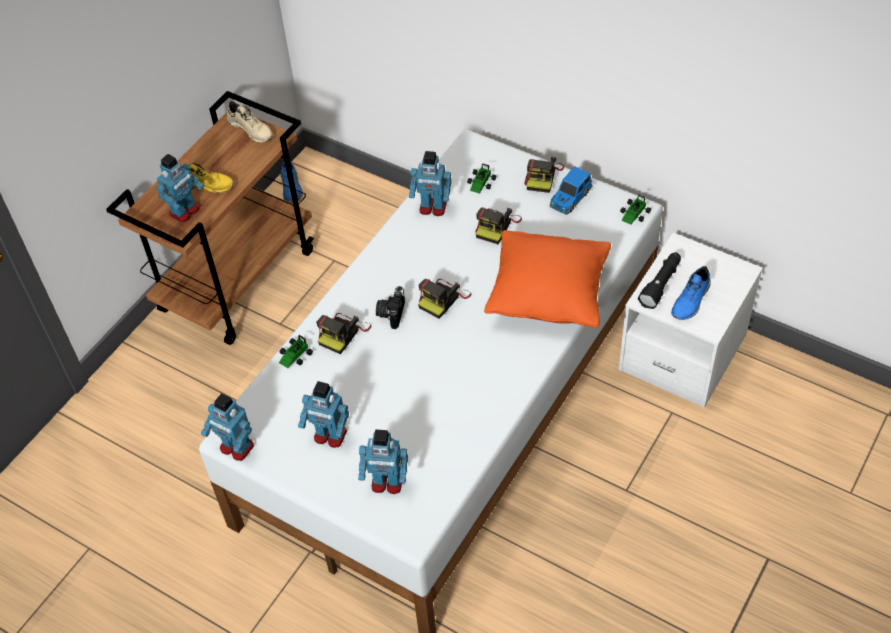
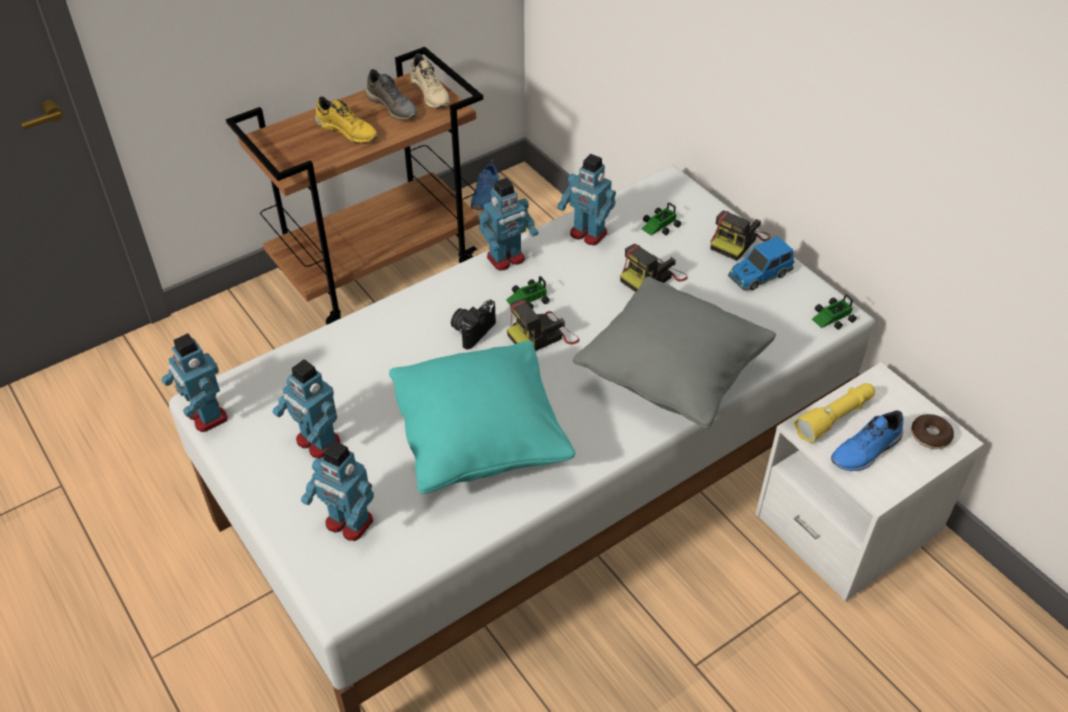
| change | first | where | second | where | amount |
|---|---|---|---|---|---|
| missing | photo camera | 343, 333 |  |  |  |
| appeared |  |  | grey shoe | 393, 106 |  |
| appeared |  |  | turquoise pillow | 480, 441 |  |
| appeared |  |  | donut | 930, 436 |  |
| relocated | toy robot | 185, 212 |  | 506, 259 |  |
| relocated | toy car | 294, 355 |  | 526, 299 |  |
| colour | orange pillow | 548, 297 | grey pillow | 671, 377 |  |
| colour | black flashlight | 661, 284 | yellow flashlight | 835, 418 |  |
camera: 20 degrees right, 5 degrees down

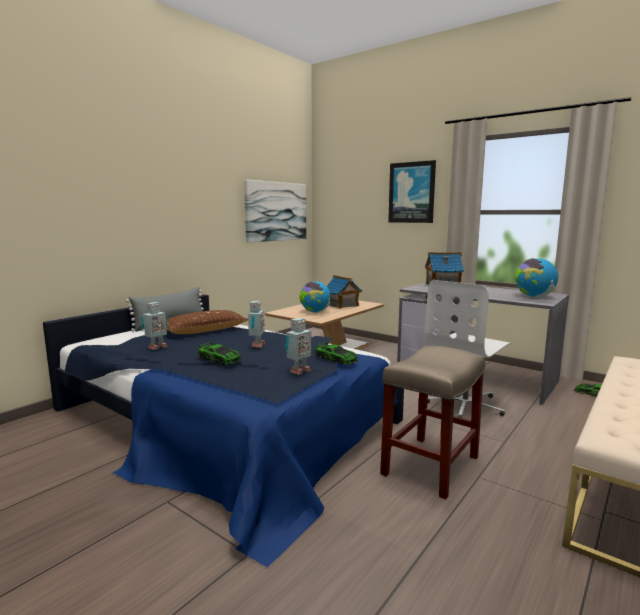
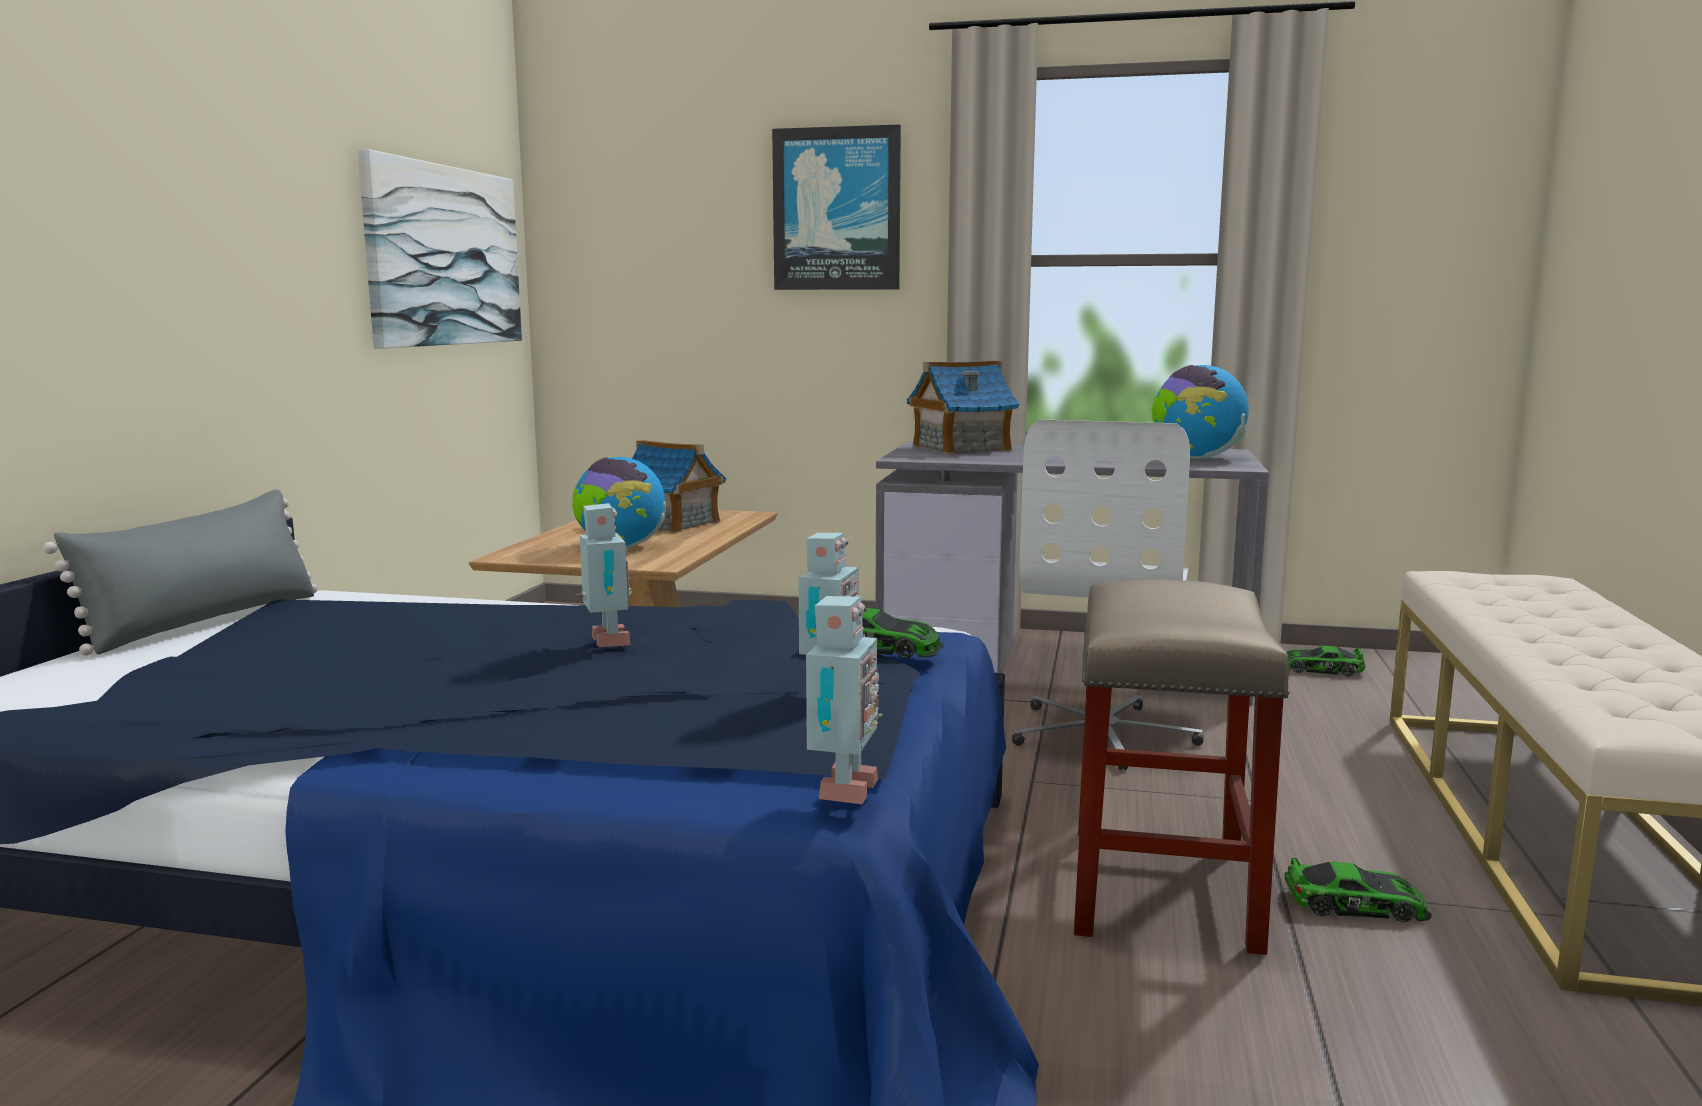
| change | first | where | second | where | amount |
|---|---|---|---|---|---|
| missing | brown pillow | 204, 331 |  |  |  |
| relocated | toy robot | 156, 347 |  | 841, 791 |  |
| relocated | toy car | 219, 359 |  | 1355, 904 |  |
camera: 25 degrees left, 0 degrees up

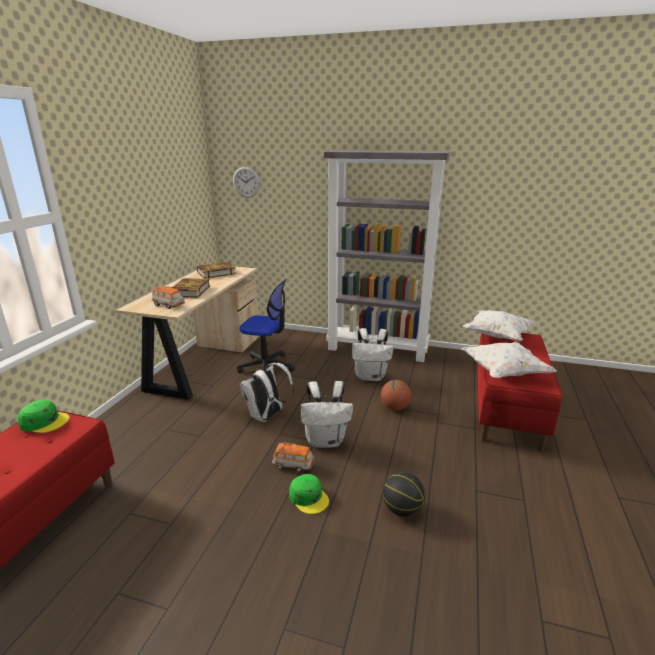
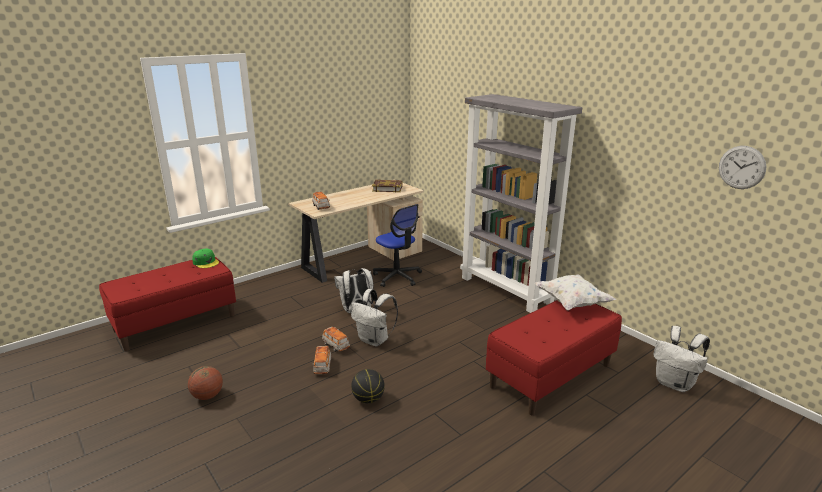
| change | first | where | second | where | amount |
|---|---|---|---|---|---|
| missing | book | 190, 291 |  |  |  |
| missing | white pillow | 504, 372 |  |  |  |
| relocated | wall clock | 246, 182 |  | 741, 167 |  |
| relocated | white backpack | 371, 376 |  | 675, 384 |  |
| relocated | basketball | 395, 407 |  | 207, 396 |  |
| exchanged | green cap | 309, 497 | toy car | 322, 367 |  |
camera: 35 degrees right, 0 degrees up

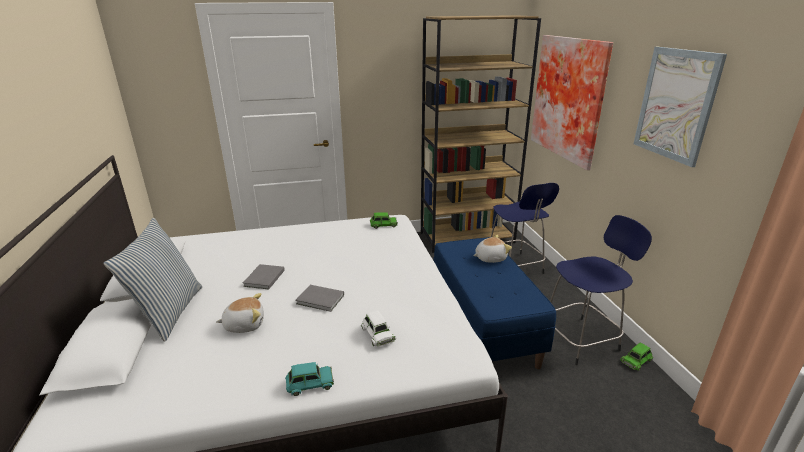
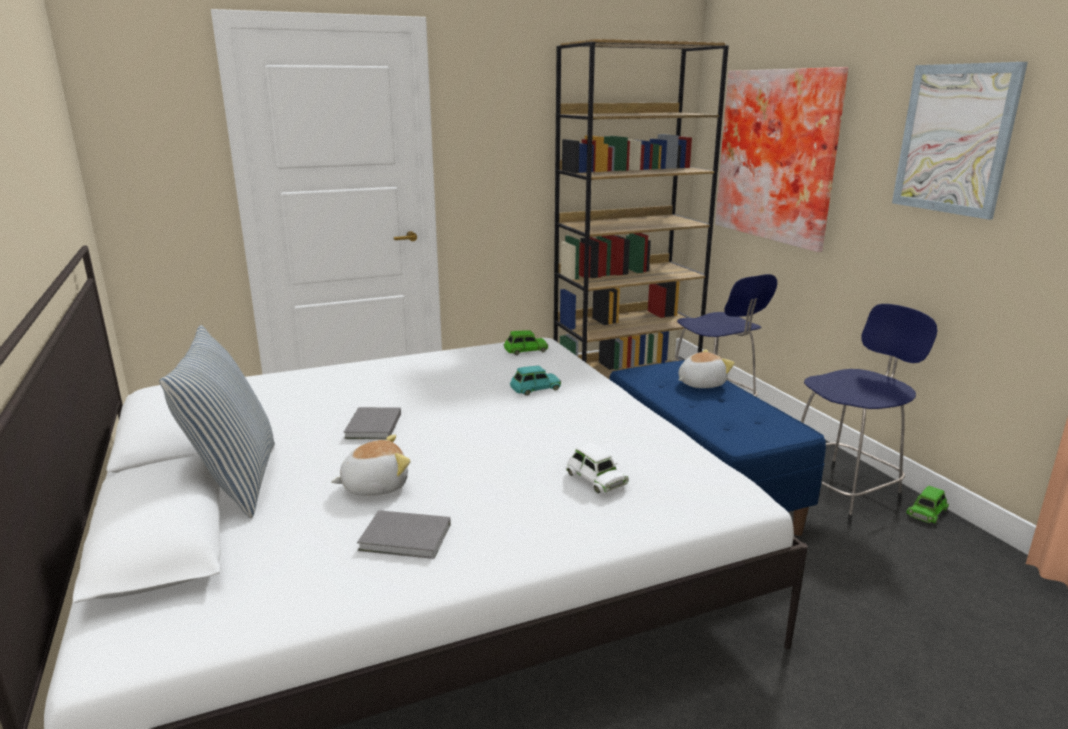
| change | first | where | second | where | amount |
|---|---|---|---|---|---|
| relocated | turquoise toy car | 309, 383 |  | 535, 388 |  |
| relocated | grey book | 321, 300 |  | 407, 538 |  |
camera: 10 degrees left, 5 degrees down

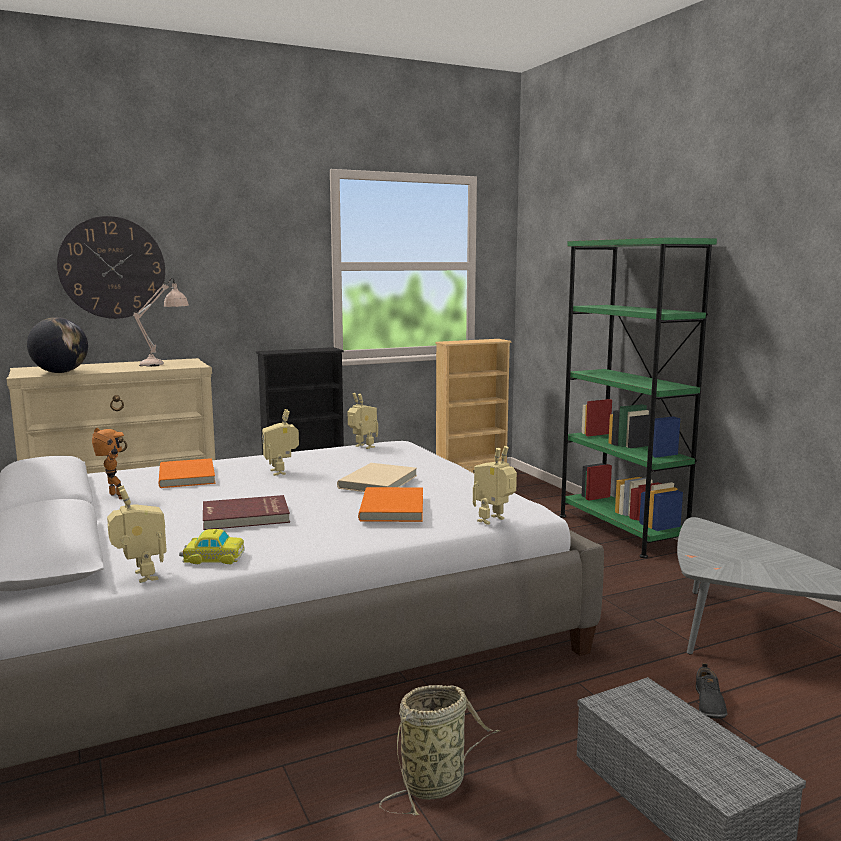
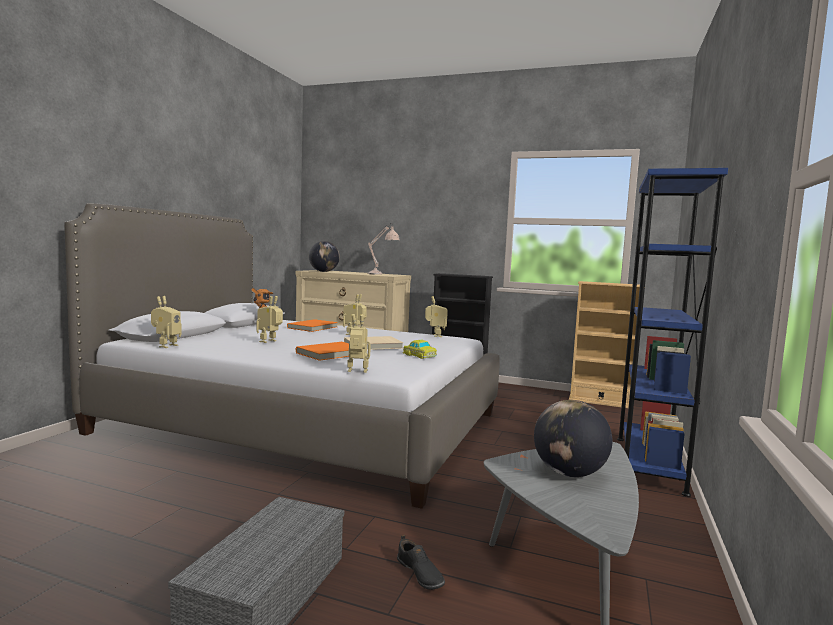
| change | first | where | second | where | amount |
|---|---|---|---|---|---|
| missing | wall clock | 112, 268 |  |  |  |
| missing | basket | 436, 783 |  |  |  |
| appeared |  |  | globe | 569, 473 |  |
| relocated | toy car | 212, 558 |  | 419, 355 |  |
| exchanged | red book | 245, 517 | toy robot | 270, 341 |  |
| colour | green bookcase | 621, 531 | blue bookcase | 649, 463 |  |
| spun | black shoe | 708, 704 |  | 419, 574 | 90 degrees counterclockwise |
camera: 45 degrees right, 5 degrees down

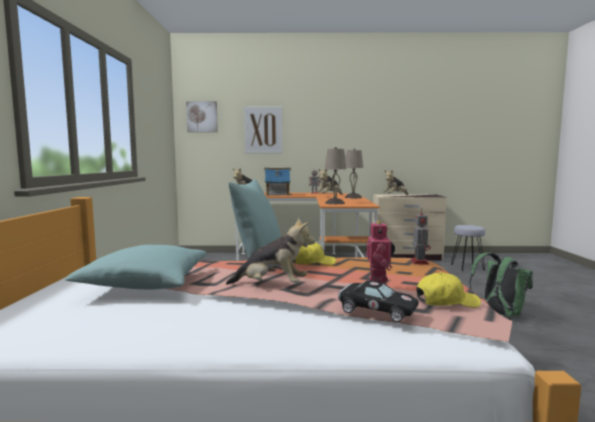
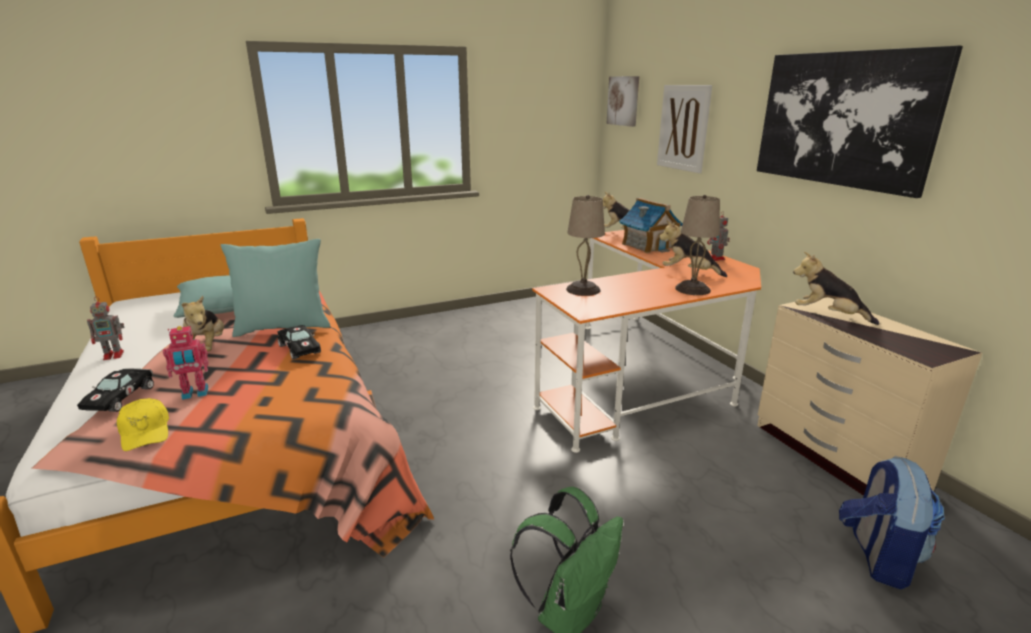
| change | first | where | second | where | amount |
|---|---|---|---|---|---|
| appeared |  |  | picture | 843, 119 |  |
| relocated | toy robot | 419, 262 |  | 115, 355 |  |
| exchanged | yellow cap | 312, 262 | black toy car | 299, 348 |  |
| exchanged | grey stool | 467, 267 | backpack | 877, 557 |  |
camera: 65 degrees right, 15 degrees up

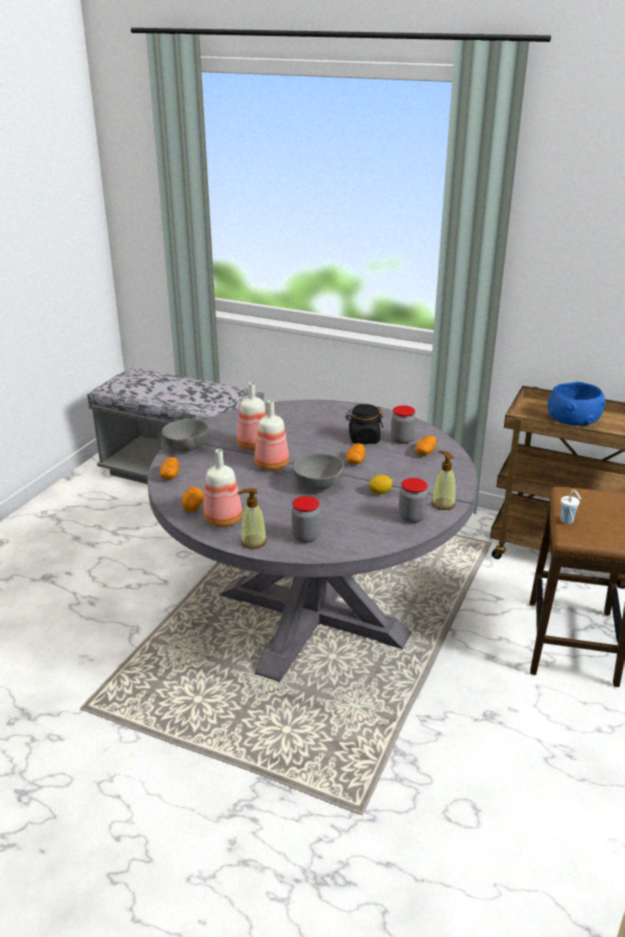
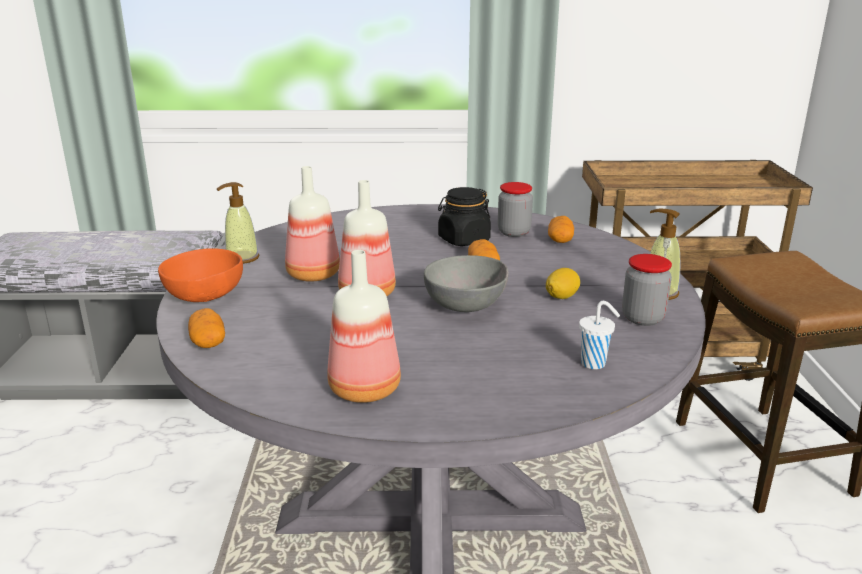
| change | first | where | second | where | amount |
|---|---|---|---|---|---|
| missing | potato | 193, 507 |  |  |  |
| missing | jar | 305, 537 |  |  |  |
| missing | blue bowl | 573, 419 |  |  |  |
| relocated | soap dispenser | 253, 542 |  | 242, 258 |  |
| relocated | white cup | 567, 521 |  | 594, 364 |  |
| colour | grey bowl | 186, 448 | orange bowl | 204, 298 |  |
camera: 25 degrees left, 5 degrees down

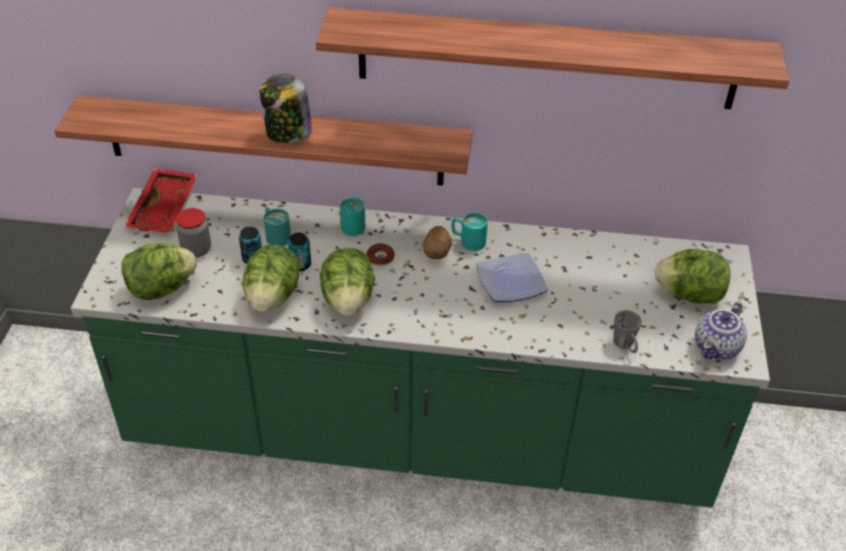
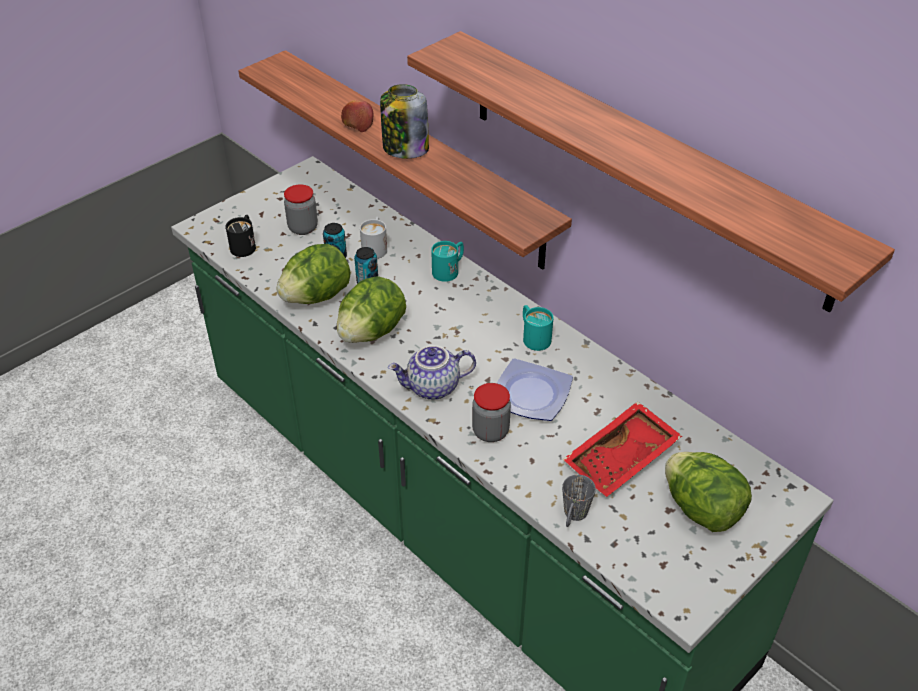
| change | first | where | second | where | amount |
|---|---|---|---|---|---|
| missing | donut | 380, 258 |  |  |  |
| missing | potato | 437, 252 |  |  |  |
| appeared |  |  | apple | 357, 123 |  |
| appeared |  |  | jar | 490, 431 |  |
| relocated | red tray | 165, 209 |  | 622, 459 |  |
| relocated | teapot | 717, 348 |  | 432, 388 |  |
| exchanged | lettuce | 161, 288 | black mug | 245, 245 |  |
| colour | turquoise mug | 276, 235 | white mug | 375, 247 |  |
camera: 40 degrees right, 0 degrees up

